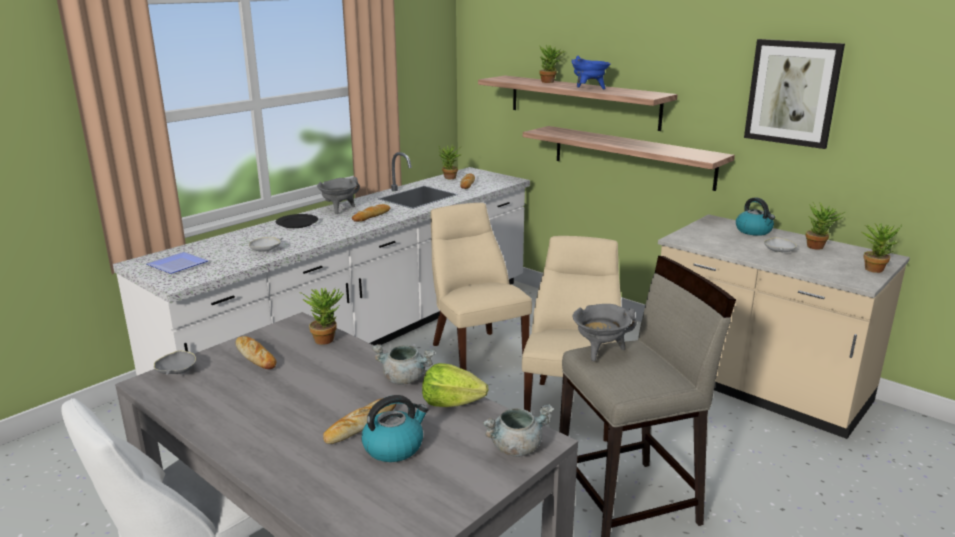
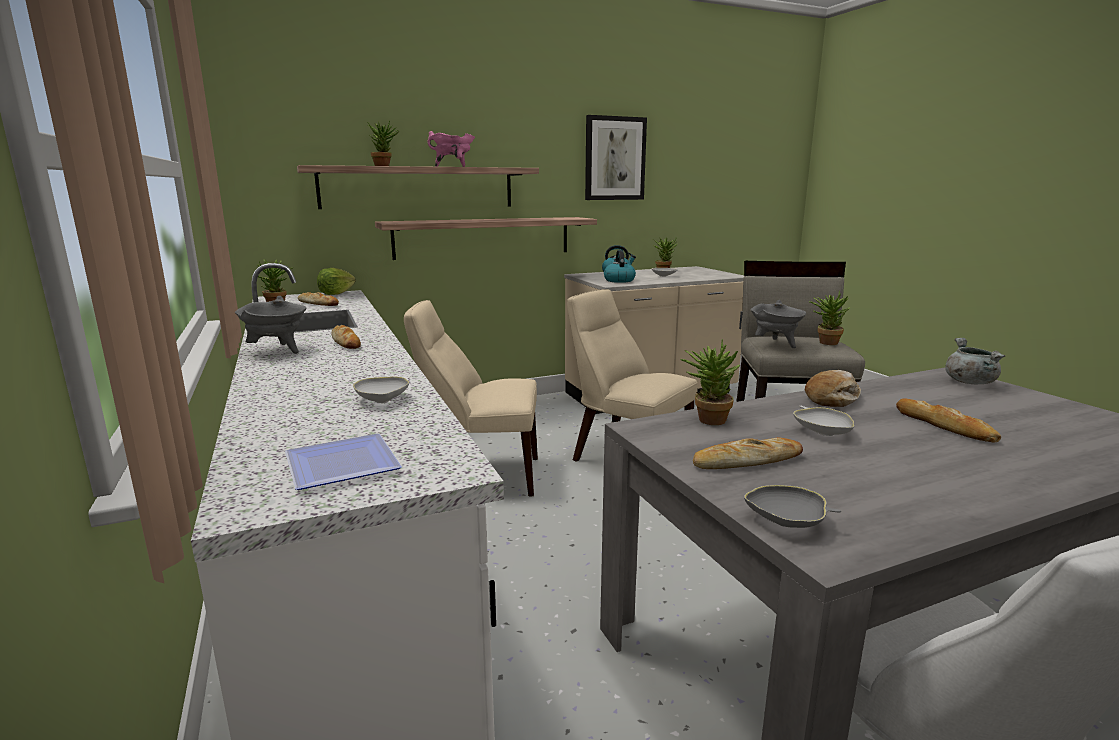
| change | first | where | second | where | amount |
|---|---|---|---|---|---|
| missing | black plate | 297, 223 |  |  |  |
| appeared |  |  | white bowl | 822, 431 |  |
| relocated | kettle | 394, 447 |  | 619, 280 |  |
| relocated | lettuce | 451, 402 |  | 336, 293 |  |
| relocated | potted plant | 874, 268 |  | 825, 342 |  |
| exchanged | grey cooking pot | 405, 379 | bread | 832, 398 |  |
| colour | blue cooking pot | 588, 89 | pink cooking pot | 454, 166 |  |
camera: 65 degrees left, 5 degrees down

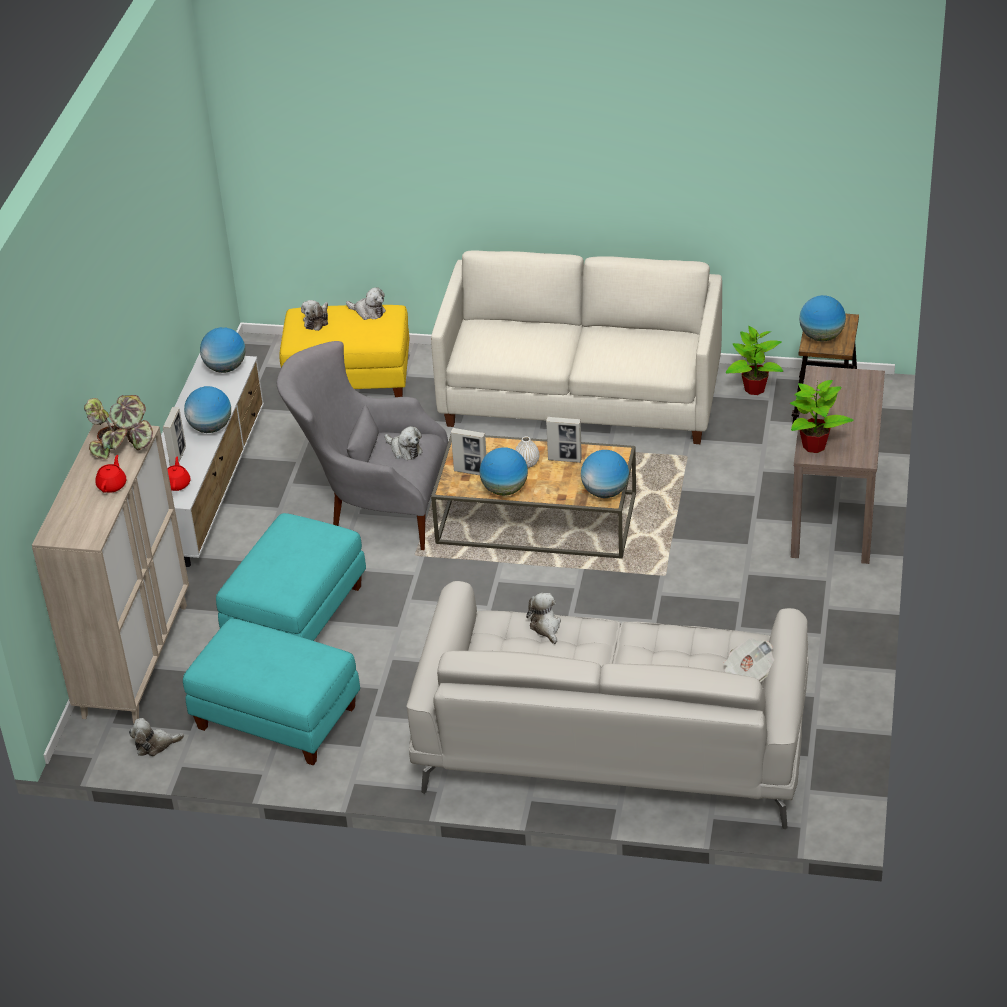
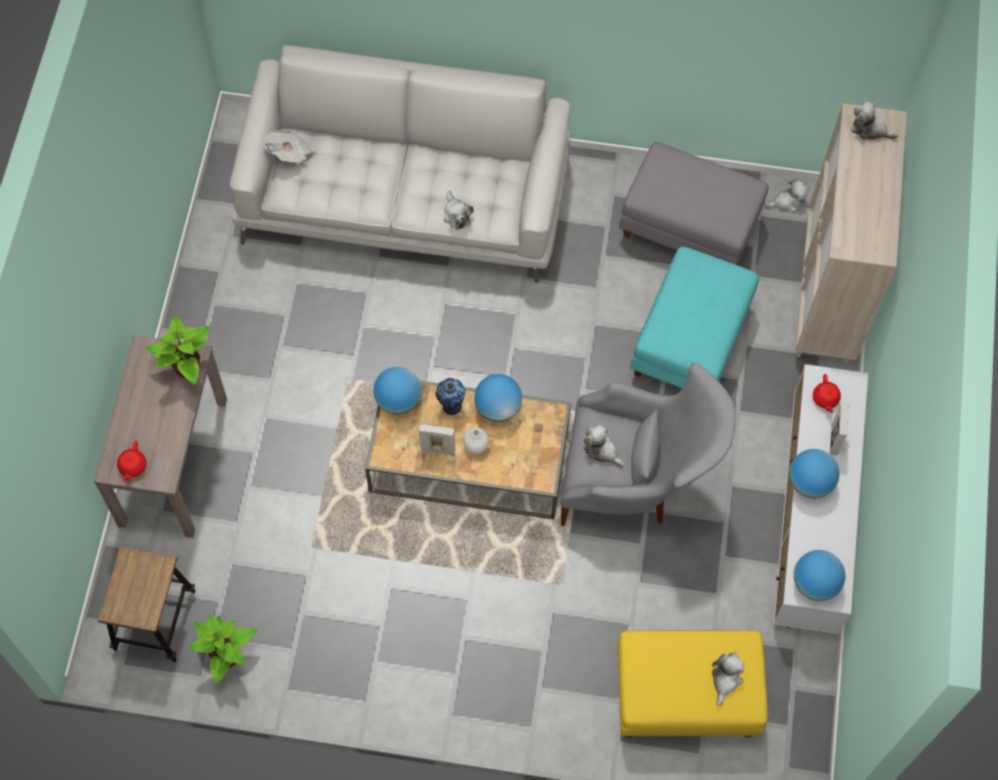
| change | first | where | second | where | amount |
|---|---|---|---|---|---|
| missing | potted plant | 123, 445 |  |  |  |
| missing | white sofa | 581, 396 |  |  |  |
| missing | picture frame | 470, 471 |  |  |  |
| missing | globe | 821, 337 |  |  |  |
| appeared |  |  | vase | 451, 406 |  |
| relocated | red teapot | 112, 485 |  | 132, 466 |  |
| relocated | plush toy | 368, 312 |  | 870, 129 |  |
| colour | turquoise ottoman | 275, 718 | grey ottoman | 690, 226 |  |
camera: 175 degrees right, 25 degrees up

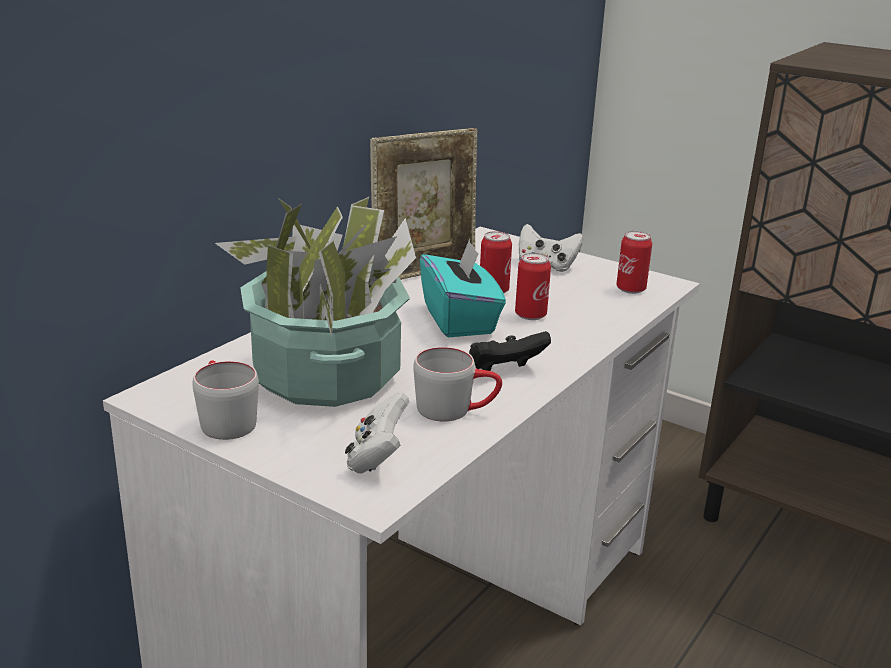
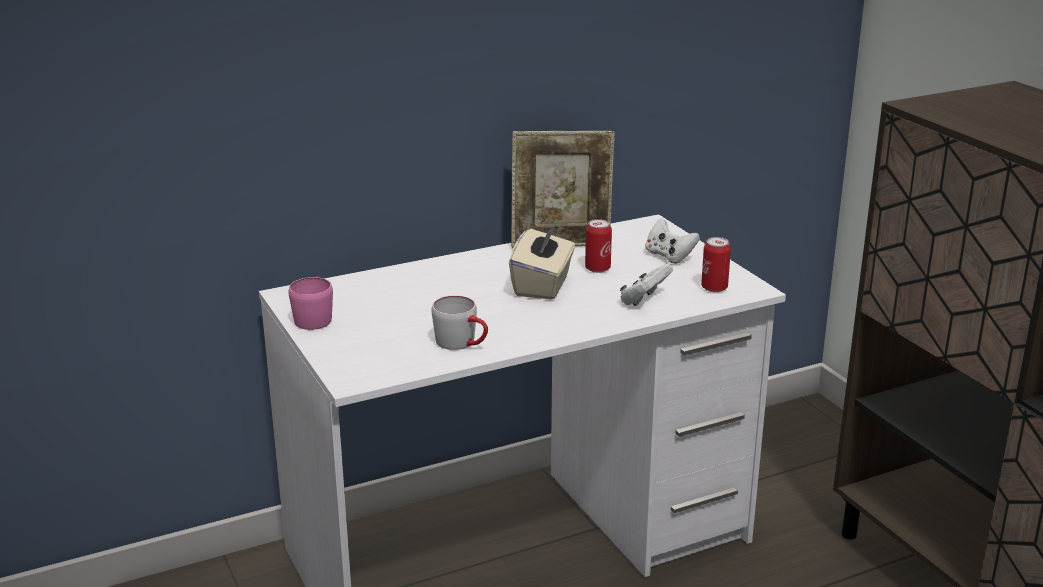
| change | first | where | second | where | amount |
|---|---|---|---|---|---|
| missing | potted plant | 326, 376 |  |  |  |
| missing | black game controller | 504, 371 |  |  |  |
| missing | can | 530, 315 |  |  |  |
| relocated | white game controller | 377, 458 |  | 644, 300 |  |
| colour | grey mug | 224, 419 | pink mug | 314, 317 |  |
| colour | turquoise tissue box | 460, 320 | beige tissue box | 543, 285 |  |
camera: 30 degrees right, 0 degrees up

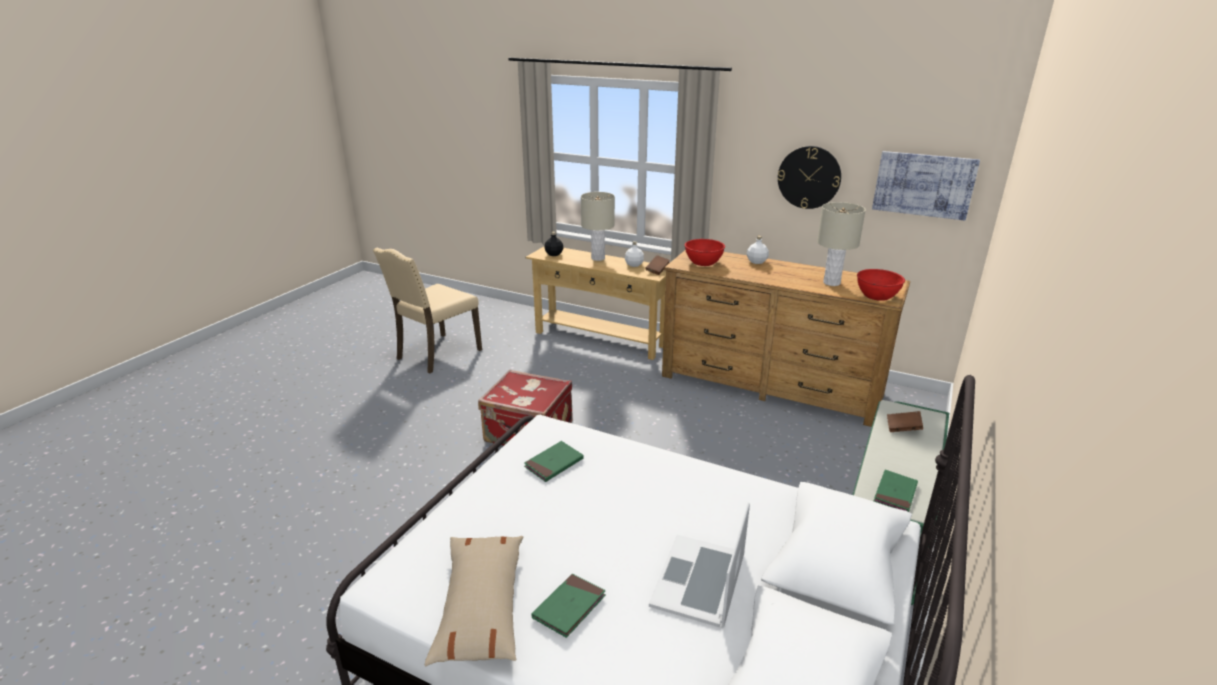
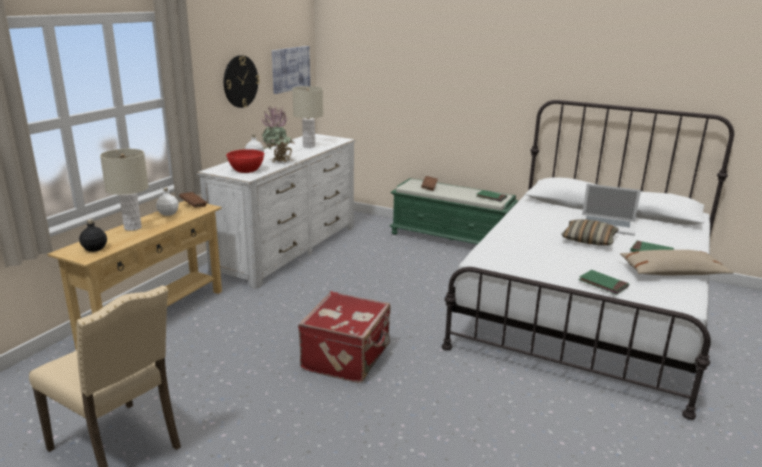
| change | first | where | second | where | amount |
|---|---|---|---|---|---|
| missing | red bowl | 877, 296 |  |  |  |
| appeared |  |  | potted plant | 279, 163 |  |
| appeared |  |  | pillow | 588, 240 |  |
| relocated | green book | 554, 463 |  | 603, 284 |  |
| colour | brown dresser | 770, 385 | white dresser | 288, 249 |  |
camera: 90 degrees left, 5 degrees down

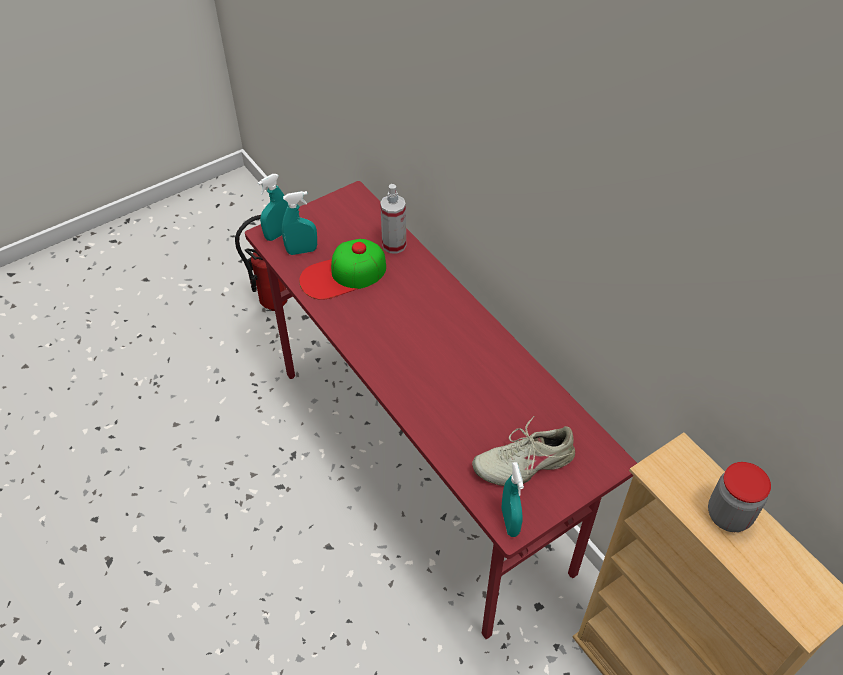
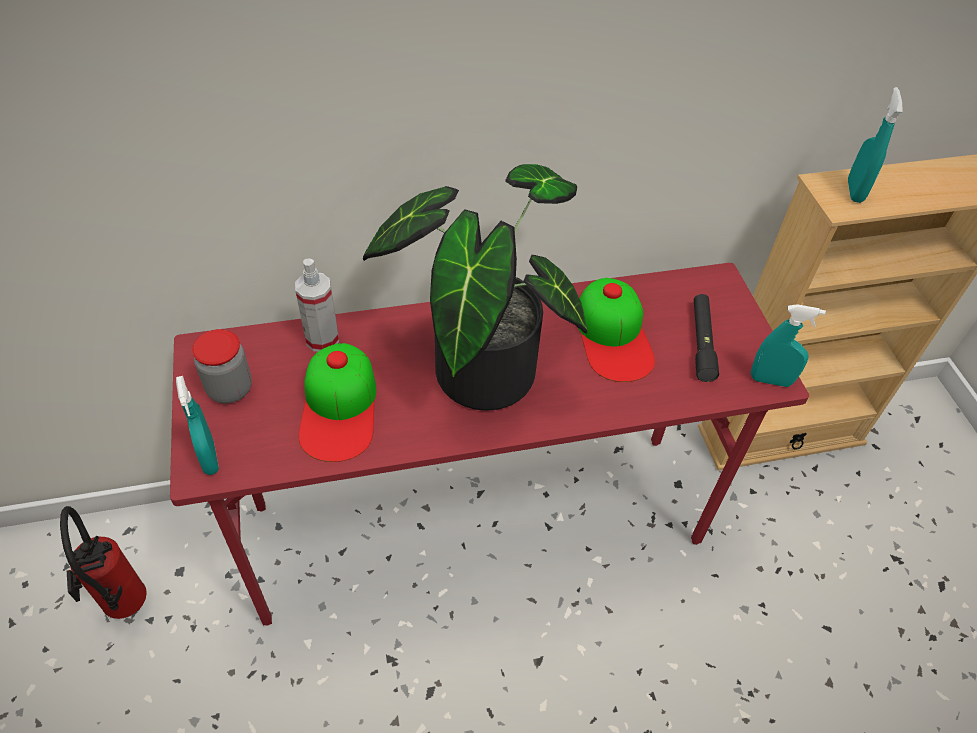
| change | first | where | second | where | amount |
|---|---|---|---|---|---|
| appeared |  |  | potted plant | 478, 364 |  |
| appeared |  |  | cap | 613, 336 |  |
| relocated | turquoise spray bottle | 302, 251 |  | 854, 191 |  |
| relocated | jar | 729, 515 |  | 230, 389 |  |
| exchanged | beige shoe | 524, 463 | black flashlight | 701, 342 |  |
camera: 70 degrees left, 0 degrees up

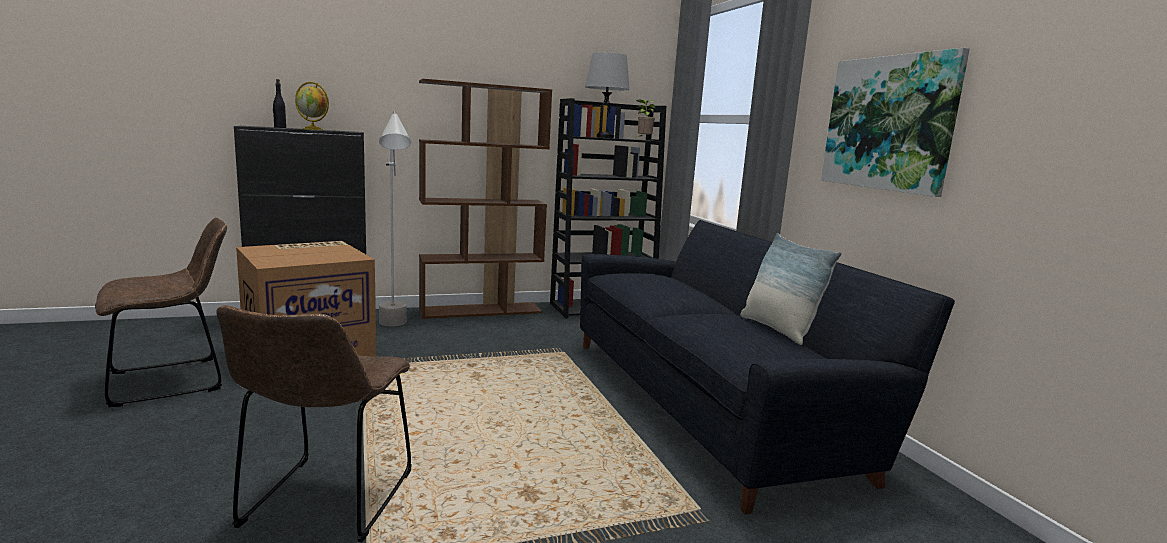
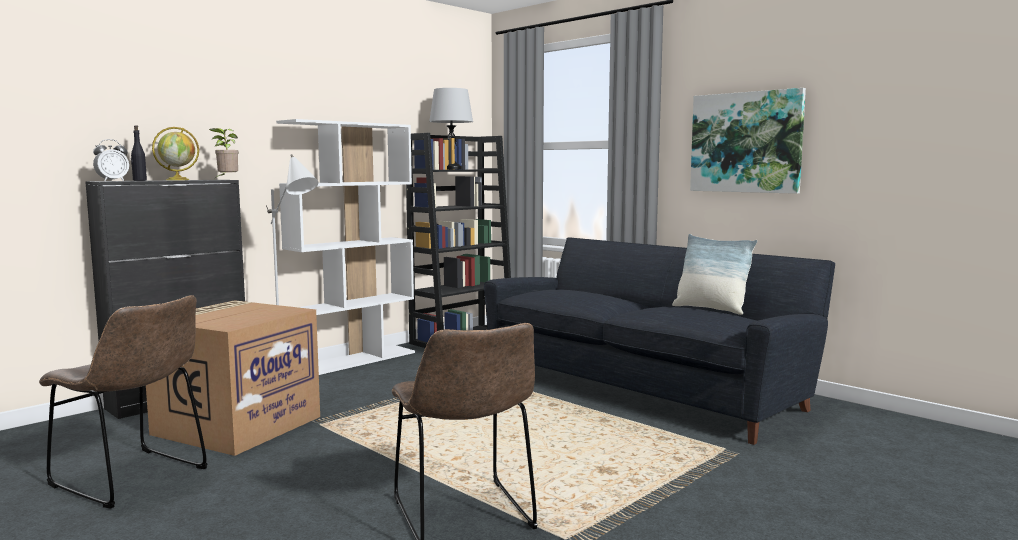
| change | first | where | second | where | amount |
|---|---|---|---|---|---|
| appeared |  |  | alarm clock | 112, 181 |  |
| relocated | potted plant | 643, 139 |  | 226, 179 |  |
| colour | brown bookcase | 481, 310 | white bookcase | 354, 360 |  |
| spun | brown chair | 174, 380 |  | 134, 479 | 90 degrees clockwise |
camera: 25 degrees left, 5 degrees down

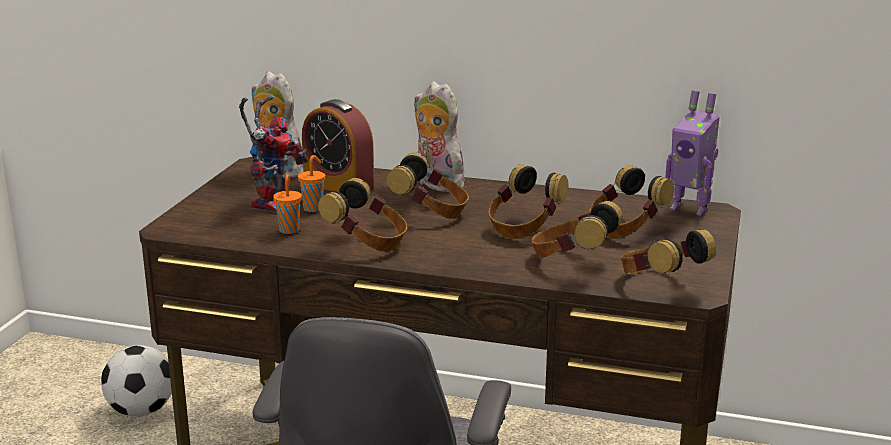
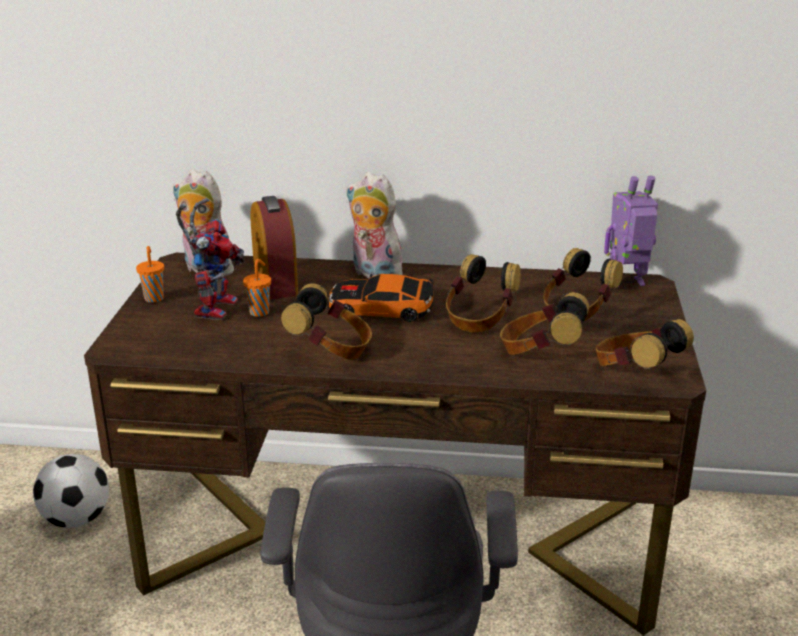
| change | first | where | second | where | amount |
|---|---|---|---|---|---|
| relocated | orange cup | 289, 230 |  | 154, 298 |  |
| exchanged | headphones | 431, 213 | toy car | 381, 308 |  |
| spun | alarm clock | 339, 185 |  | 275, 282 | 135 degrees counterclockwise |
| spun | toy robot | 690, 208 |  | 627, 283 | 150 degrees clockwise |
camera: 10 degrees left, 5 degrees up

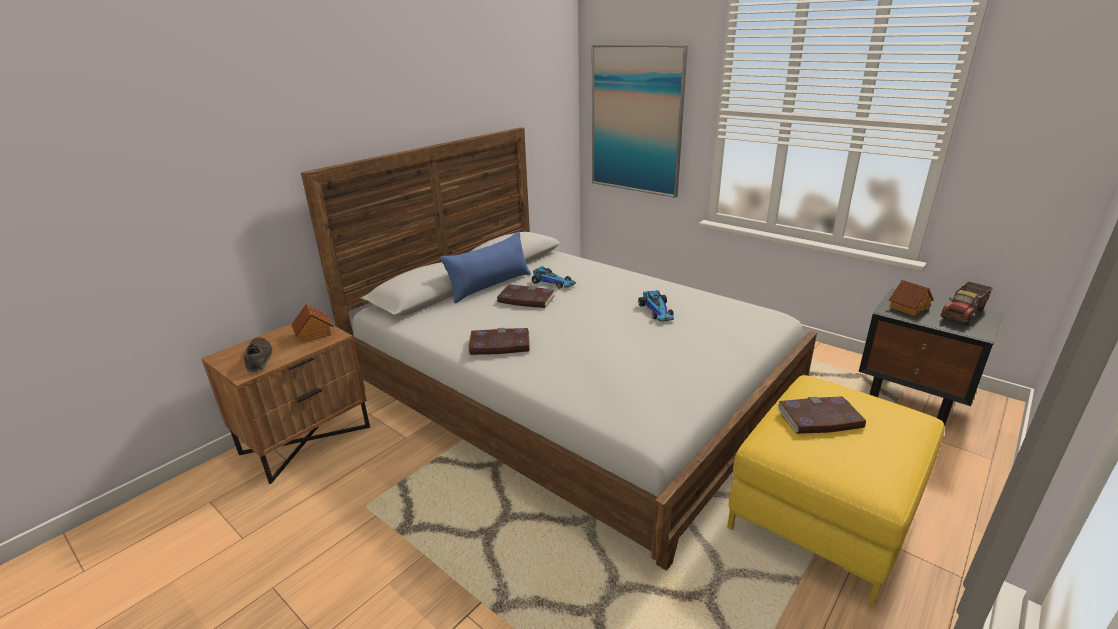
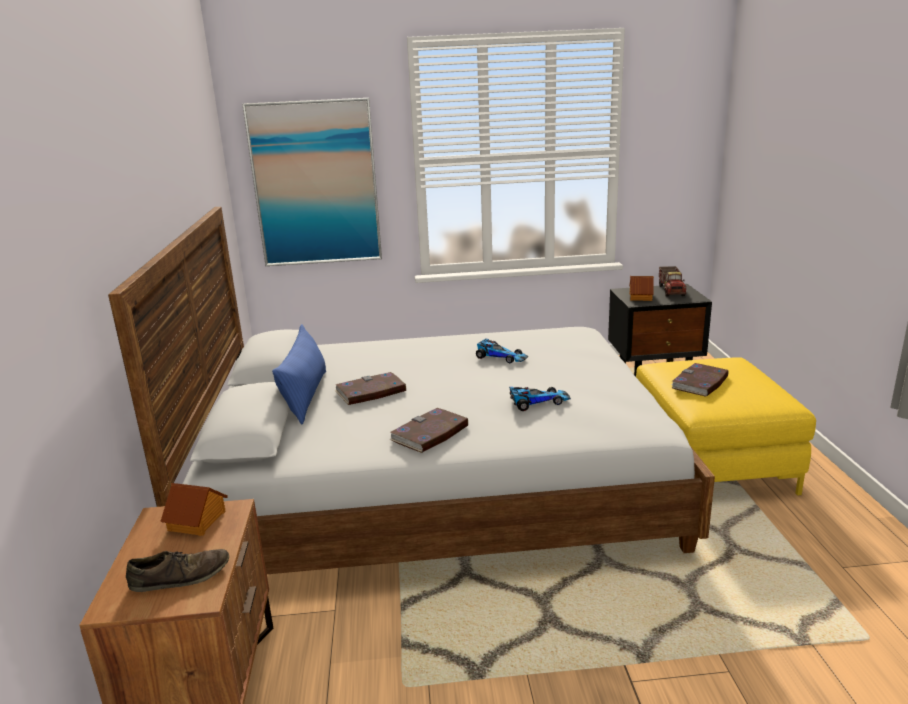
| change | first | where | second | where | amount |
|---|---|---|---|---|---|
| relocated | toy car | 553, 282 |  | 537, 401 |  |
| spun | brown shoe | 259, 358 |  | 181, 576 | 135 degrees clockwise |
camera: 45 degrees left, 5 degrees down

